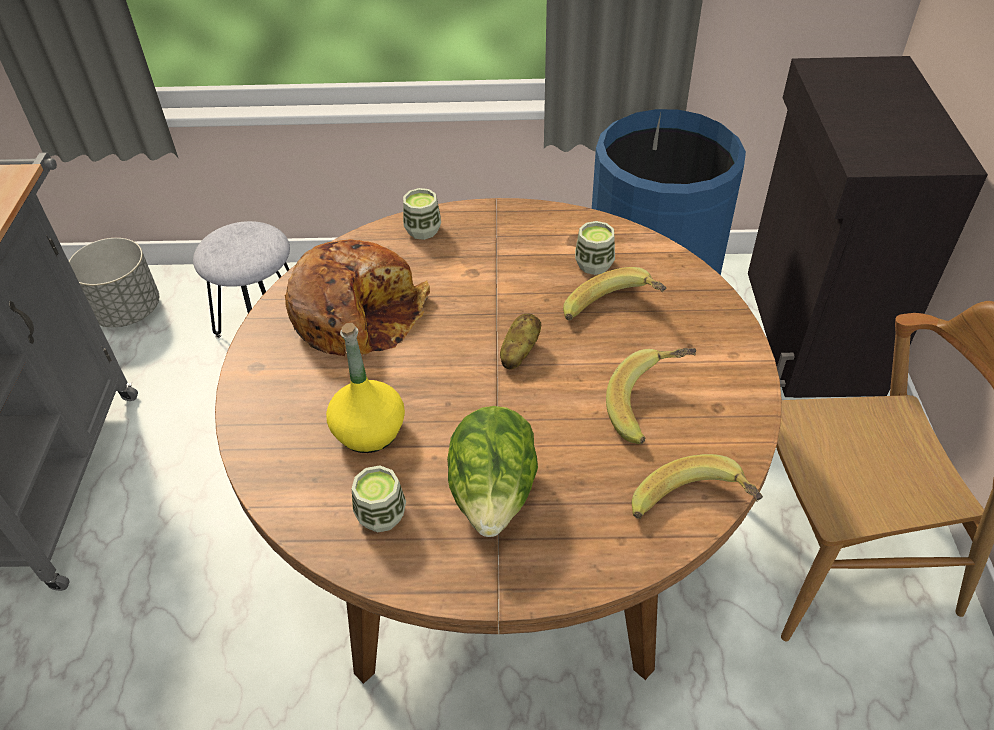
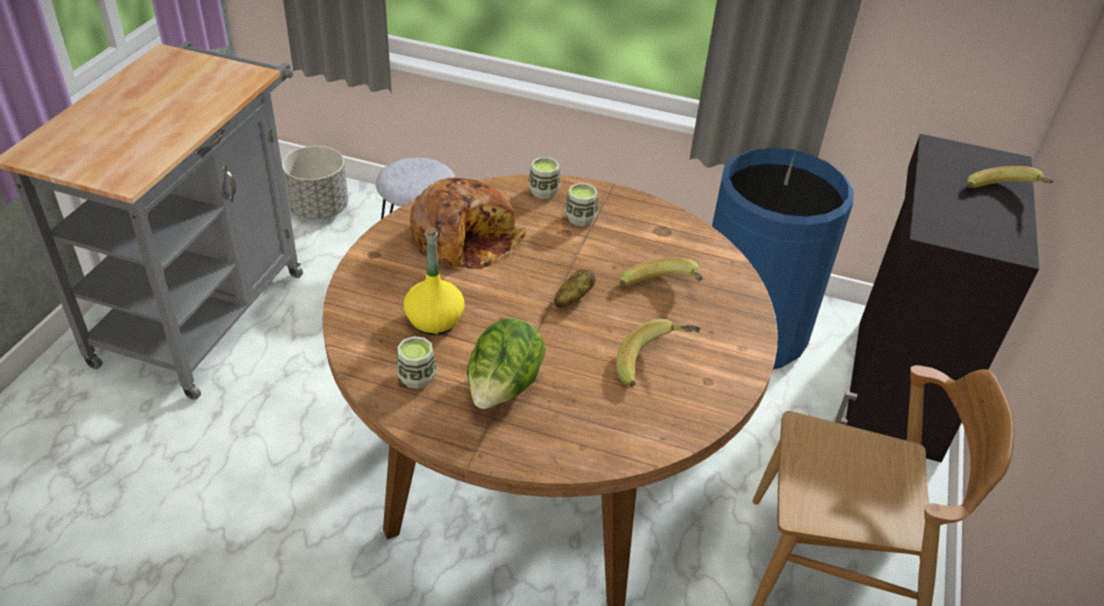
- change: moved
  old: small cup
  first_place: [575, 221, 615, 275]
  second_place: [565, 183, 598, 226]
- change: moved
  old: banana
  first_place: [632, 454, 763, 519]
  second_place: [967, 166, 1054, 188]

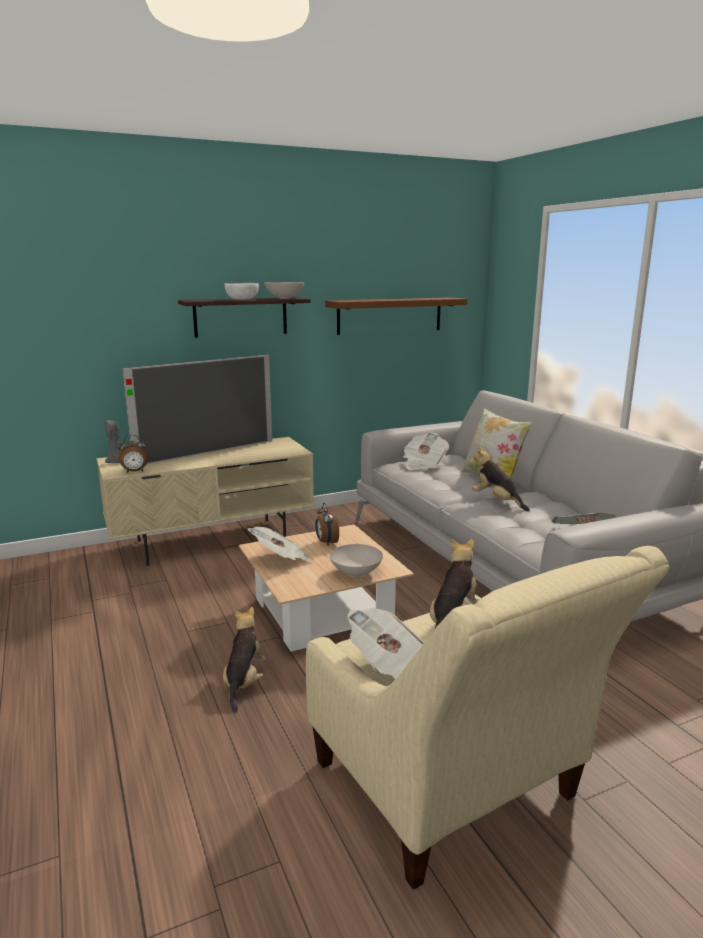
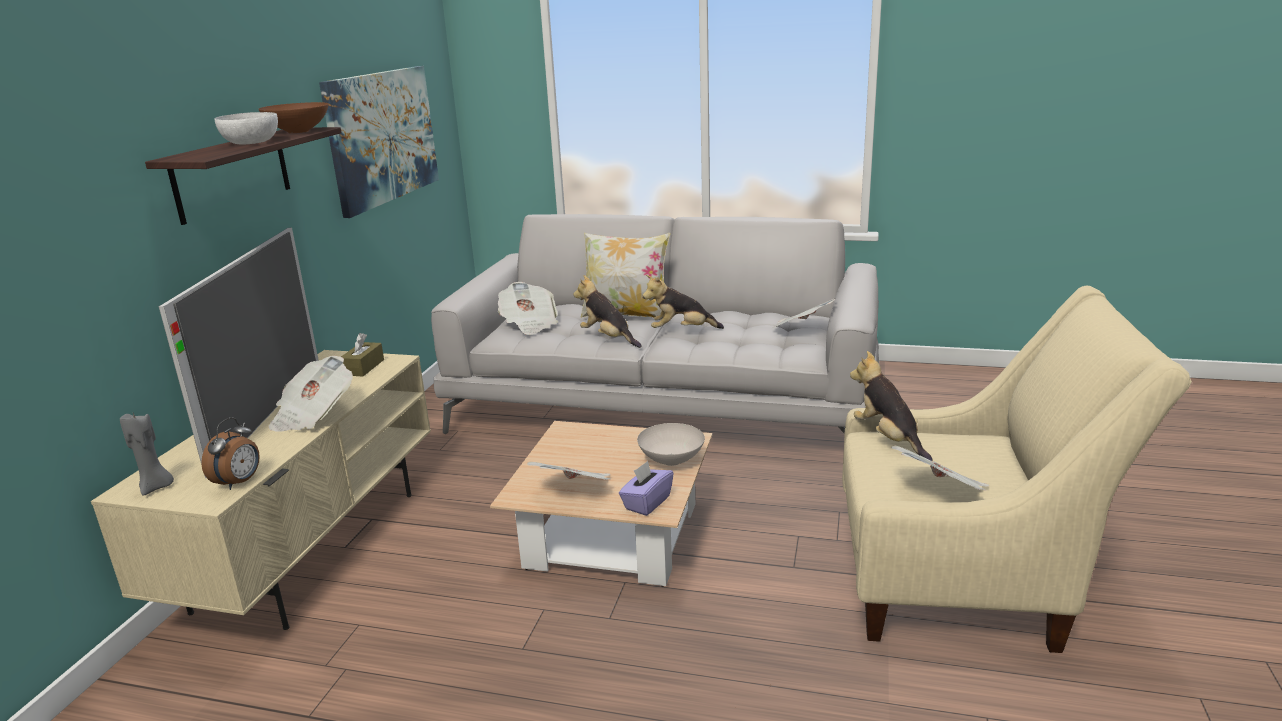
- change: recoloured
  old: deep dish (whitish)
  new: deep dish (brown)
  first_place: [264, 282, 304, 299]
  second_place: [259, 102, 328, 133]
- change: replaced
  old: wall shelf (brown)
  new: picture
  first_place: [325, 297, 467, 335]
  second_place: [319, 66, 439, 218]
- change: removed
  old: bedside clock
  first_place: [315, 503, 339, 546]
- change: moved
  old: plush toy
  first_place: [223, 607, 266, 713]
  second_place: [573, 275, 641, 348]
- change: added
  new: box of tissues (brown)
  second_place: [341, 333, 384, 376]
- change: added
  new: newspaper
  second_place: [268, 356, 353, 432]
- change: added
  new: box of tissues (purple)
  second_place: [619, 461, 674, 516]

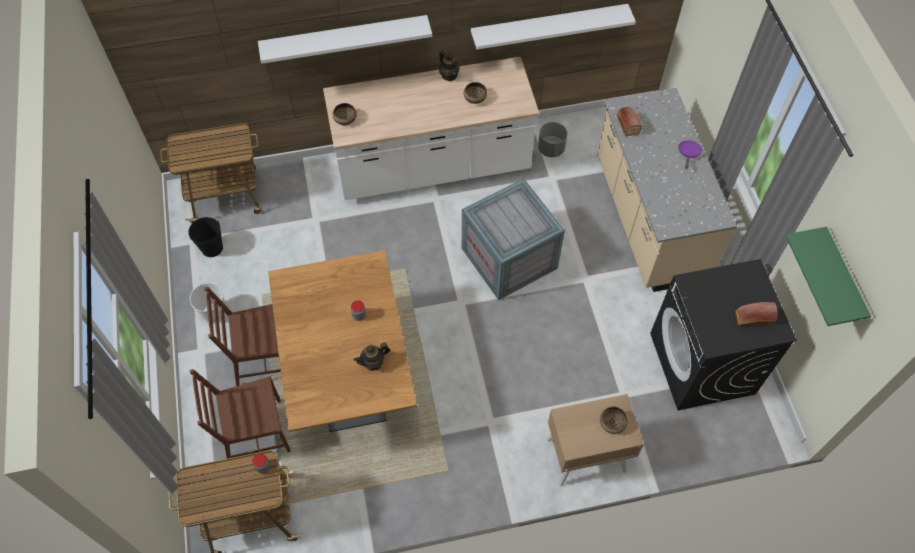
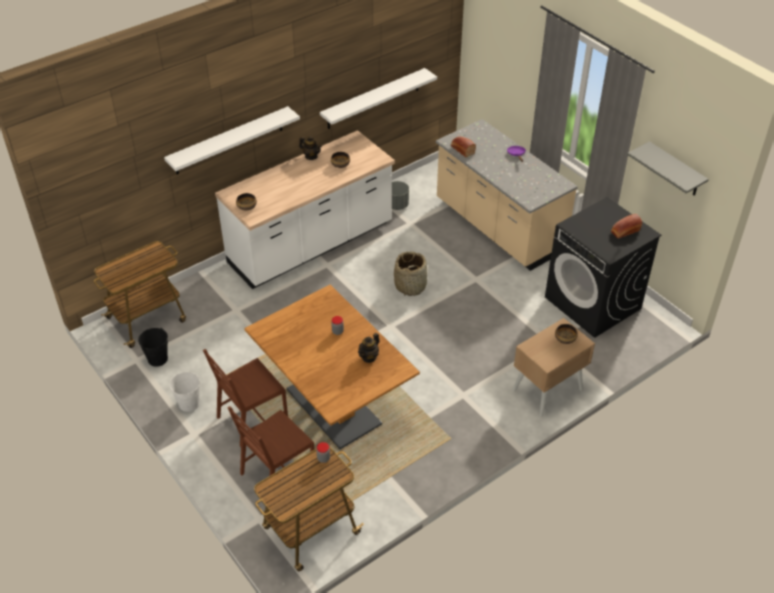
- change: replaced
  old: shipping crate
  new: basket
  first_place: [462, 179, 565, 300]
  second_place: [394, 251, 427, 296]
- change: recoloured
  old: wall shelf (green)
  new: wall shelf (grey)
  first_place: [786, 227, 871, 326]
  second_place: [627, 141, 709, 196]

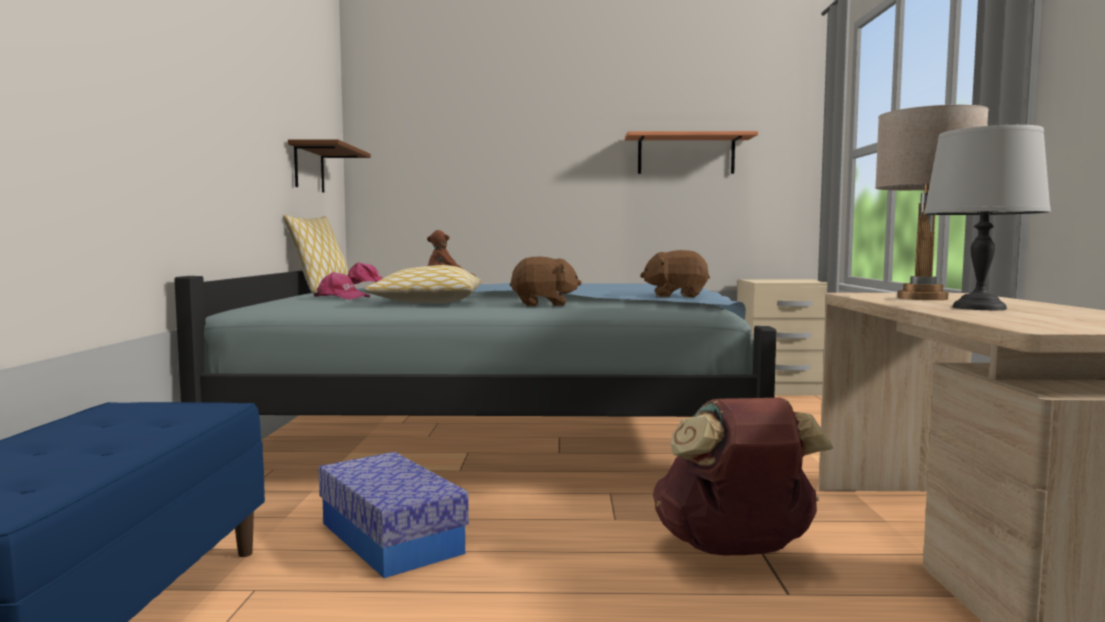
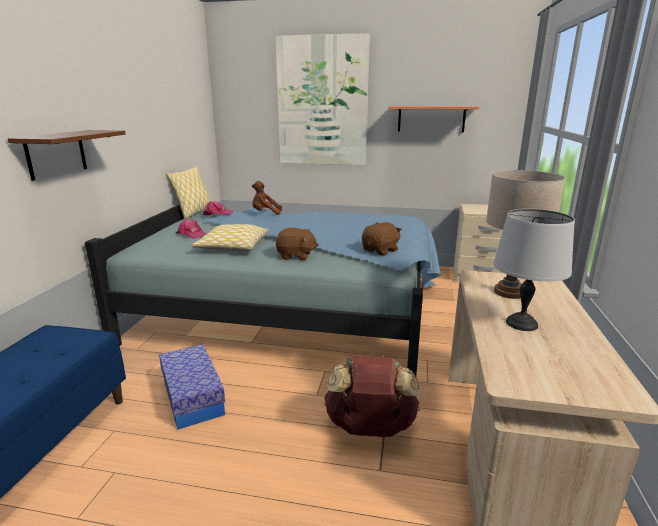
- change: moved
  old: wall shelf (brown)
  first_place: [288, 139, 371, 193]
  second_place: [8, 130, 126, 181]
- change: turned
  old: plush toy (brown)
  first_place: [640, 250, 710, 298]
  second_place: [362, 222, 402, 256]
  degrees: 120
- change: added
  new: picture
  second_place: [275, 33, 370, 165]

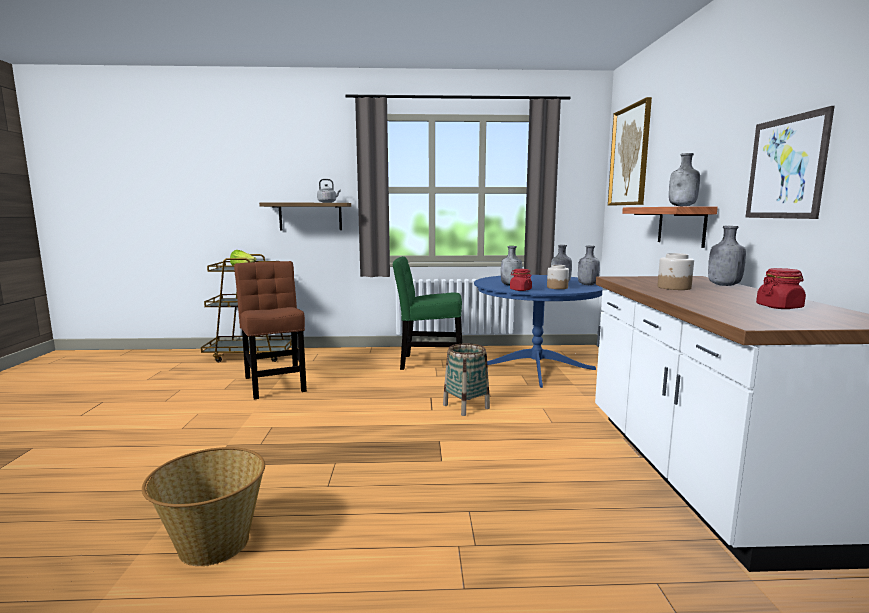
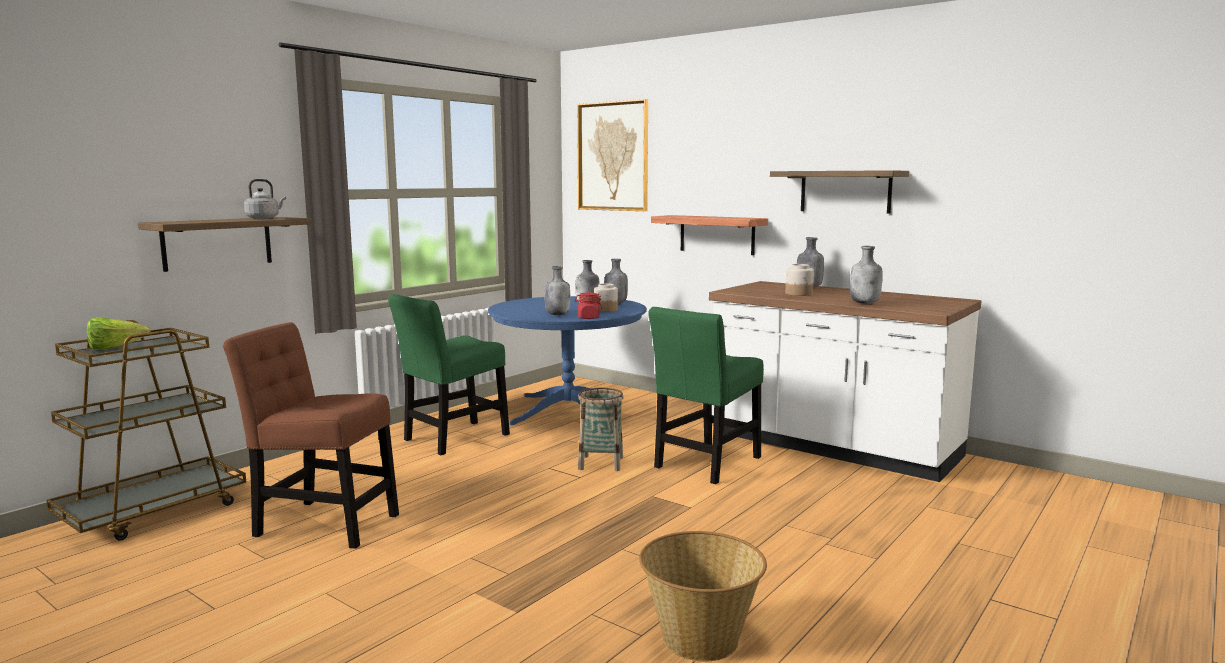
- change: replaced
  old: picture
  new: wall shelf
  first_place: [745, 106, 835, 219]
  second_place: [770, 170, 909, 213]
- change: moved
  old: bottle (grey)
  first_place: [669, 153, 700, 206]
  second_place: [850, 246, 883, 304]
- change: removed
  old: storage jar (red)
  first_place: [756, 268, 806, 309]
- change: added
  new: chair (green)
  second_place: [649, 307, 764, 484]

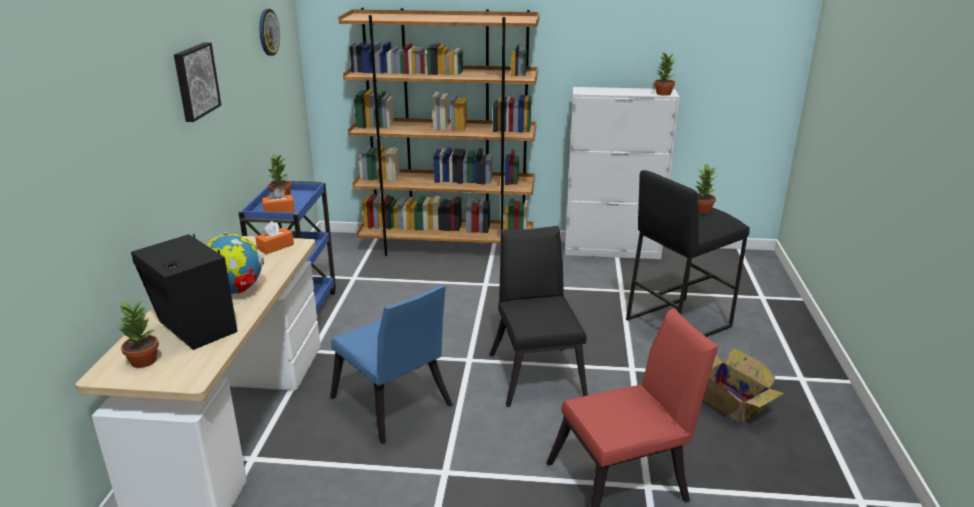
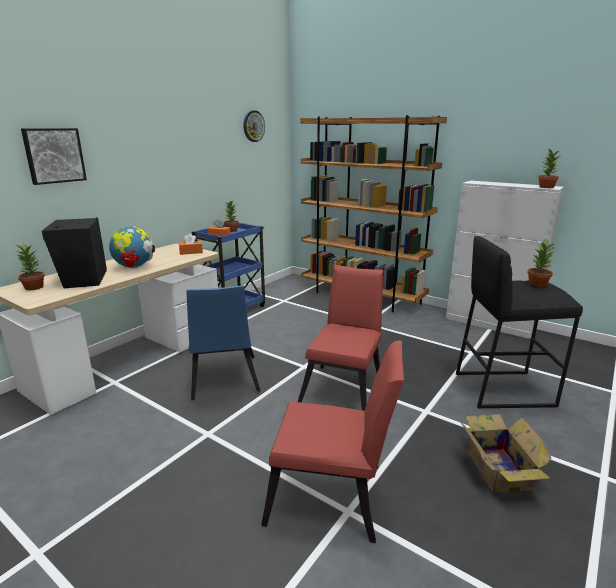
- change: moved
  old: picture
  first_place: [174, 42, 221, 122]
  second_place: [21, 128, 87, 185]
- change: recoloured
  old: chair (black-coloured)
  new: chair (red)
  first_place: [490, 226, 588, 407]
  second_place: [298, 265, 383, 411]

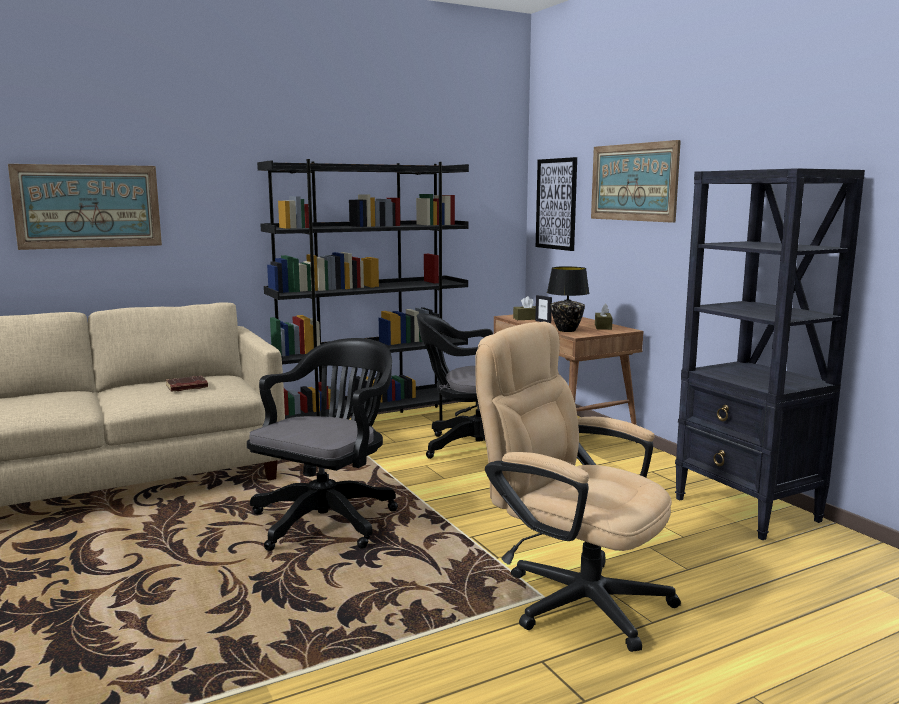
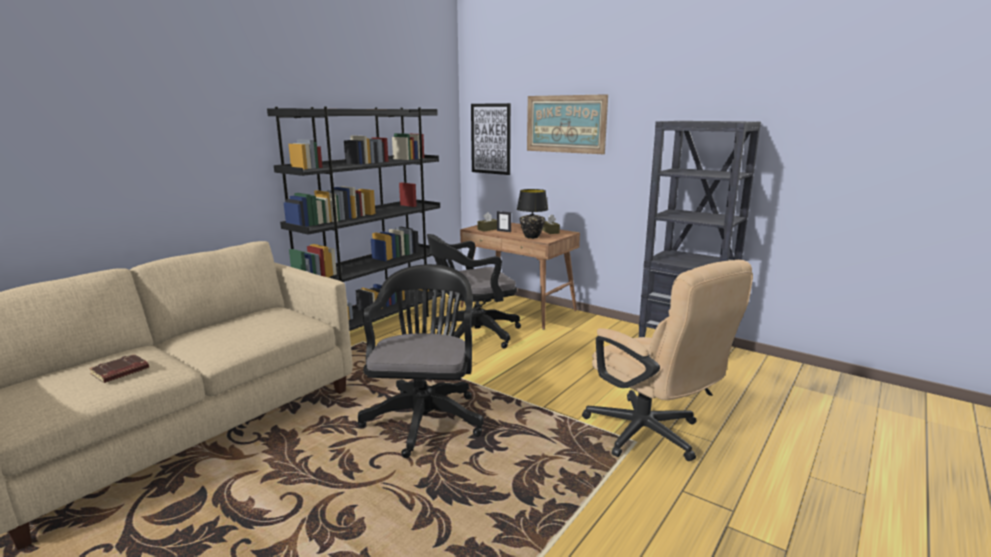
- change: removed
  old: picture
  first_place: [8, 164, 162, 250]
- change: turned
  old: computer chair (beige-coloured)
  first_place: [475, 322, 681, 652]
  second_place: [582, 260, 753, 461]
  degrees: -135
- change: moved
  old: book (brown)
  first_place: [166, 376, 208, 392]
  second_place: [89, 354, 149, 383]

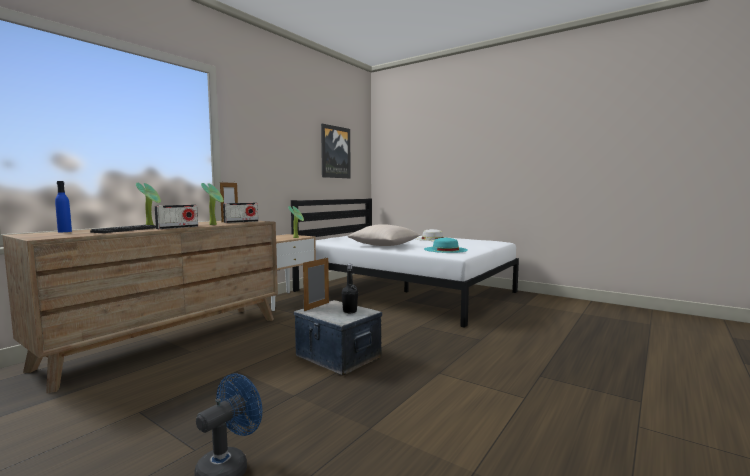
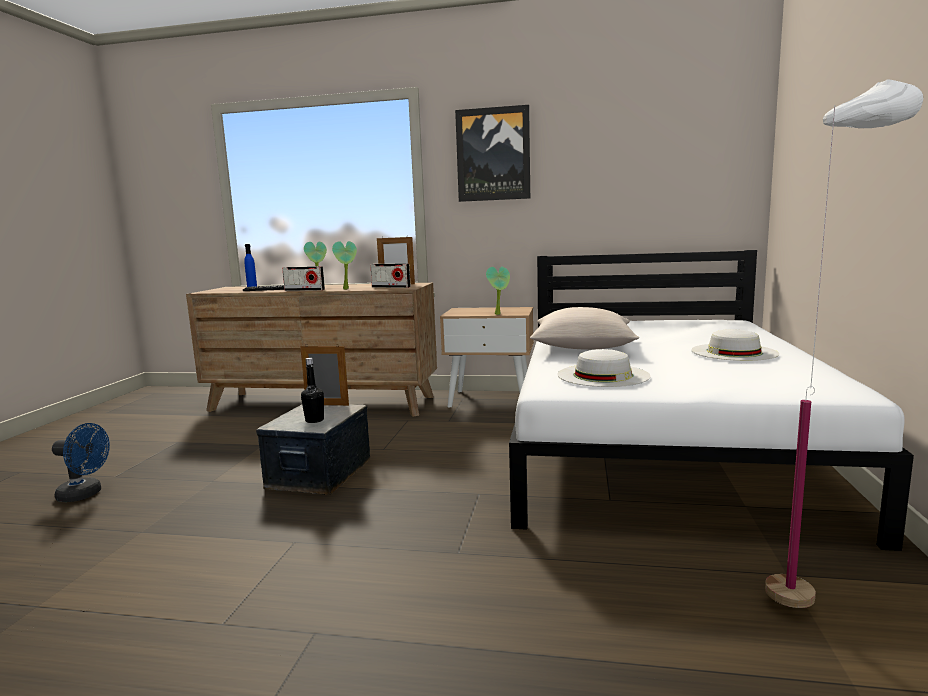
- change: moved
  old: picture
  first_place: [321, 124, 351, 178]
  second_place: [455, 105, 530, 202]
- change: recoloured
  old: clothing hat (blue-green)
  new: clothing hat (whitish)
  first_place: [424, 238, 468, 253]
  second_place: [557, 349, 650, 387]
- change: added
  new: standing lamp (whitish)
  second_place: [765, 79, 923, 608]

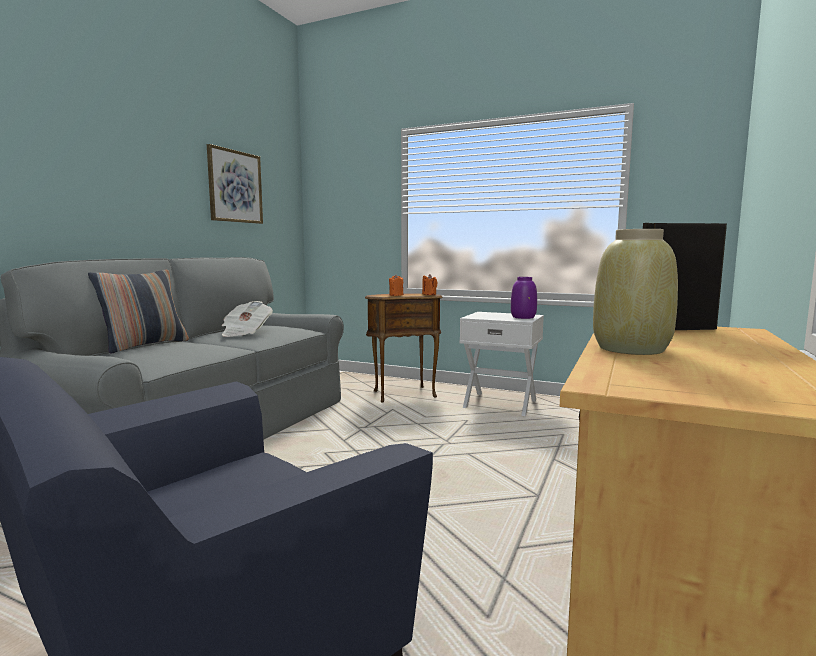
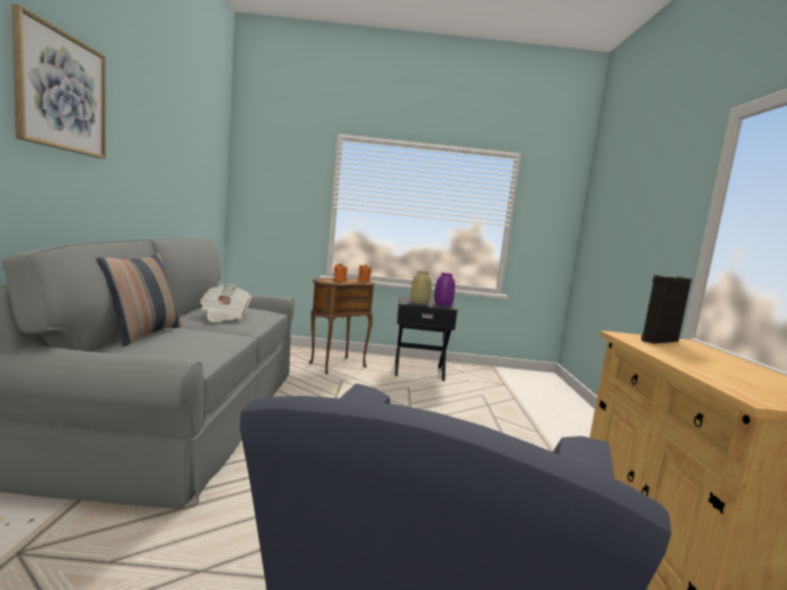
- change: moved
  old: picture
  first_place: [207, 144, 263, 224]
  second_place: [12, 4, 106, 159]
- change: moved
  old: vase (beige-coloured)
  first_place: [593, 229, 678, 355]
  second_place: [410, 271, 432, 304]
- change: recoloured
  old: night table (whitish)
  new: night table (black-coloured)
  first_place: [460, 312, 544, 416]
  second_place: [395, 296, 457, 381]

